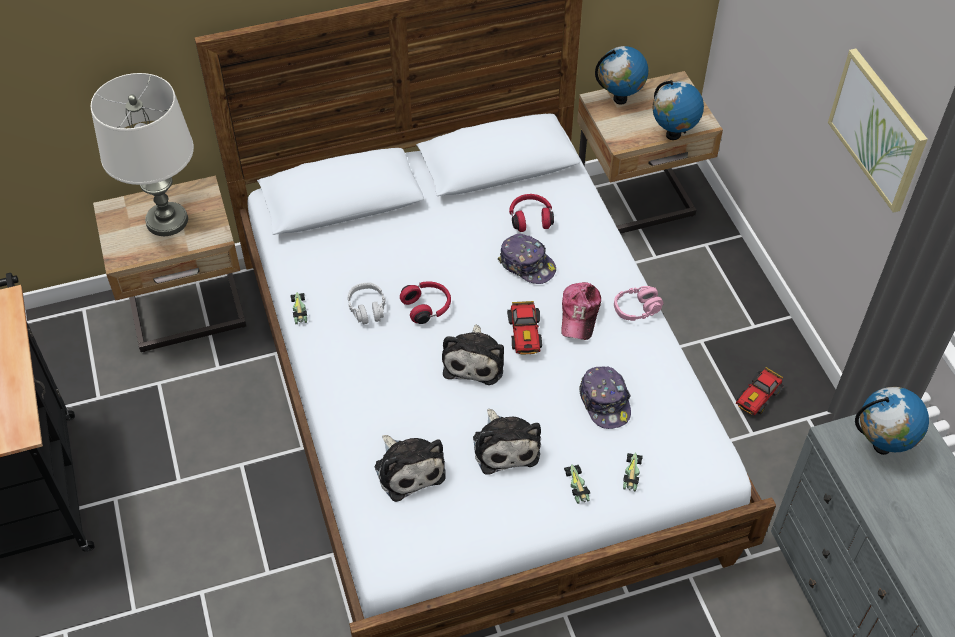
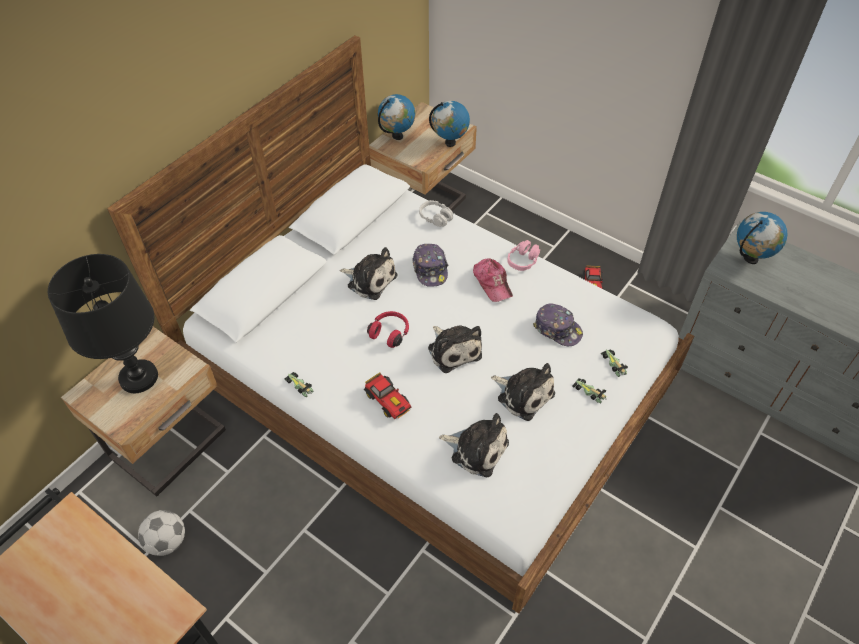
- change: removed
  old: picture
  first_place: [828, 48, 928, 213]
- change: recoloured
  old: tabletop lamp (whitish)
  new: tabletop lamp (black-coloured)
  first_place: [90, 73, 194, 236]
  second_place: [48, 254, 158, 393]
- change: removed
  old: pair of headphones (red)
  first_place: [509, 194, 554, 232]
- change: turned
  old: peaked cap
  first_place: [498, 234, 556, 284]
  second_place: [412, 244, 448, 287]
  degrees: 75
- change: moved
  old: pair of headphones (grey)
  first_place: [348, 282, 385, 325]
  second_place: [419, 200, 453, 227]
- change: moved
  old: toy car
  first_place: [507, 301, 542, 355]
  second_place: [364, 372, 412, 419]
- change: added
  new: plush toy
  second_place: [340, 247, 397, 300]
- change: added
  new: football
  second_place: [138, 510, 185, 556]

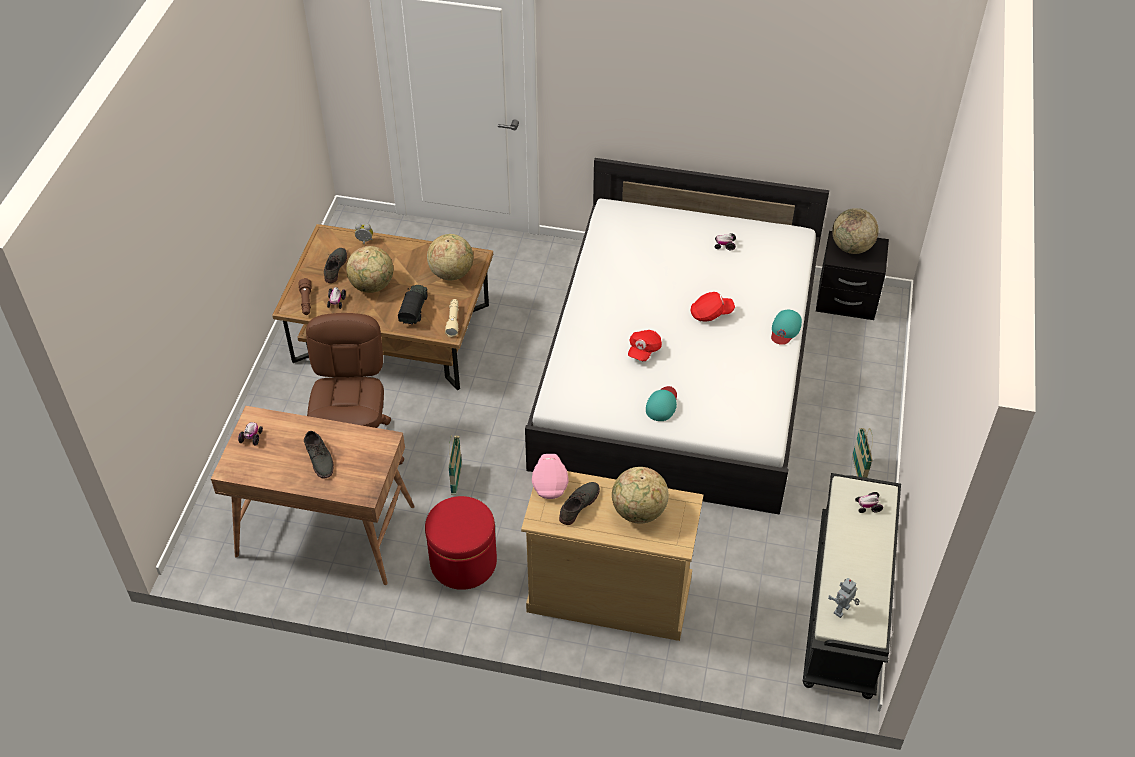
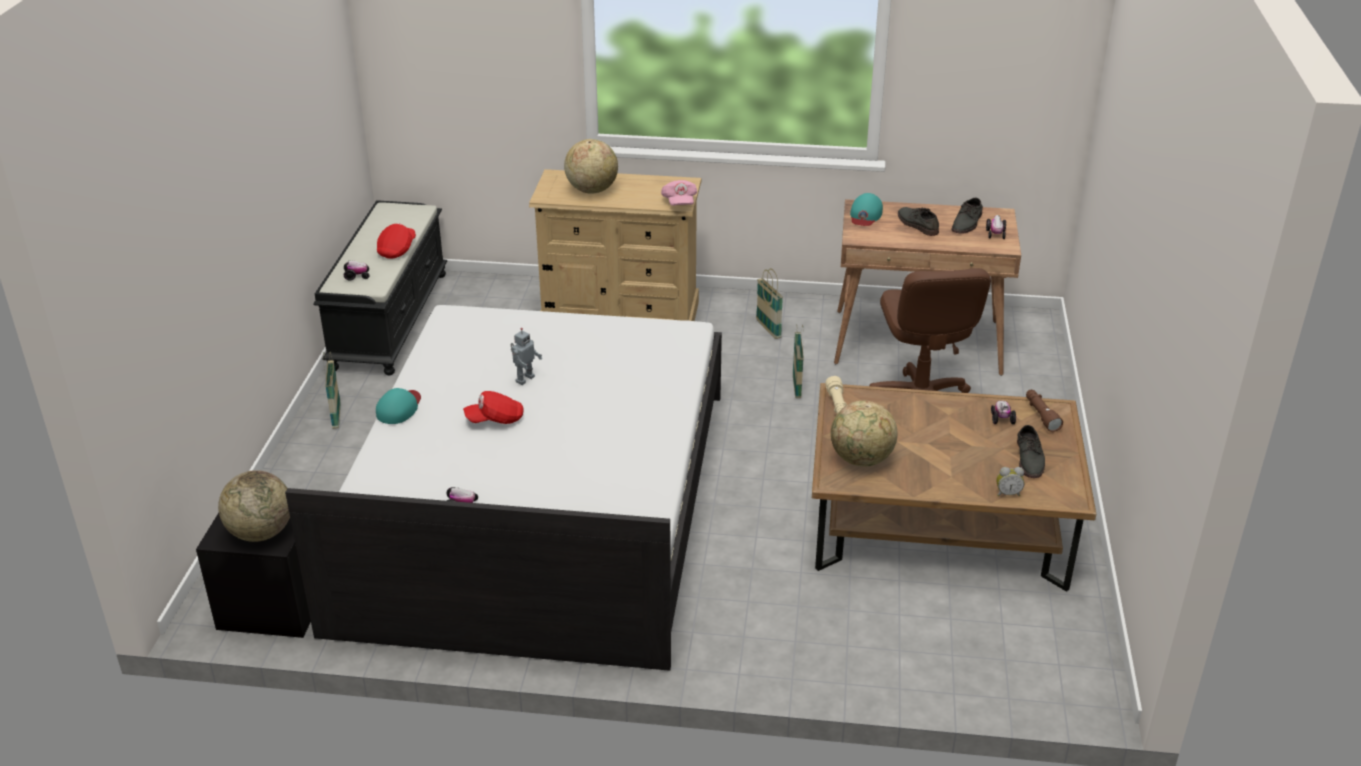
- change: removed
  old: world globe
  first_place: [346, 246, 393, 293]
- change: removed
  old: model truck
  first_place: [398, 285, 428, 324]
- change: moved
  old: peaked cap (red)
  first_place: [628, 330, 662, 361]
  second_place: [377, 223, 416, 259]
- change: moved
  old: peaked cap (blue-green)
  first_place: [646, 386, 677, 421]
  second_place: [850, 193, 883, 226]
- change: moved
  old: low shoe (grey)
  first_place: [559, 482, 600, 525]
  second_place: [951, 198, 983, 234]
- change: replaced
  old: ottoman (red)
  new: basket
  first_place: [425, 496, 497, 590]
  second_place: [756, 268, 783, 339]
- change: moved
  old: robot figure
  first_place: [828, 578, 860, 618]
  second_place: [511, 328, 542, 385]

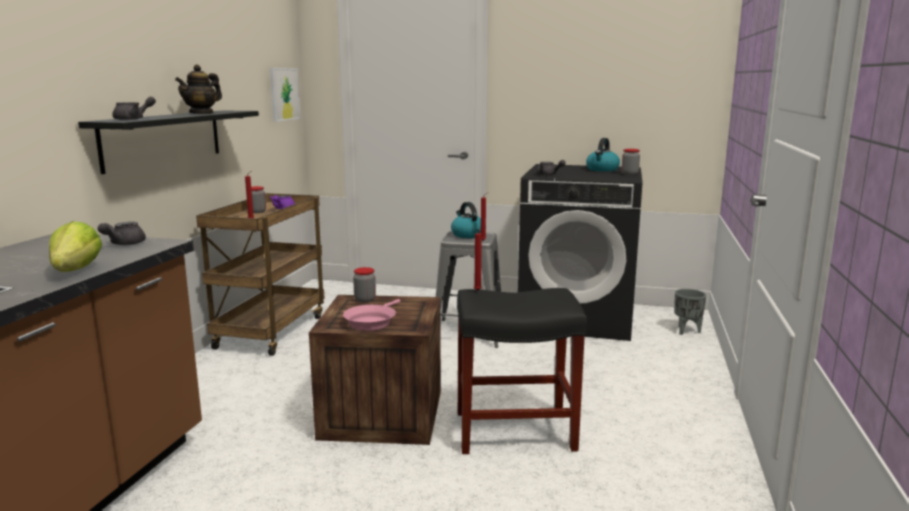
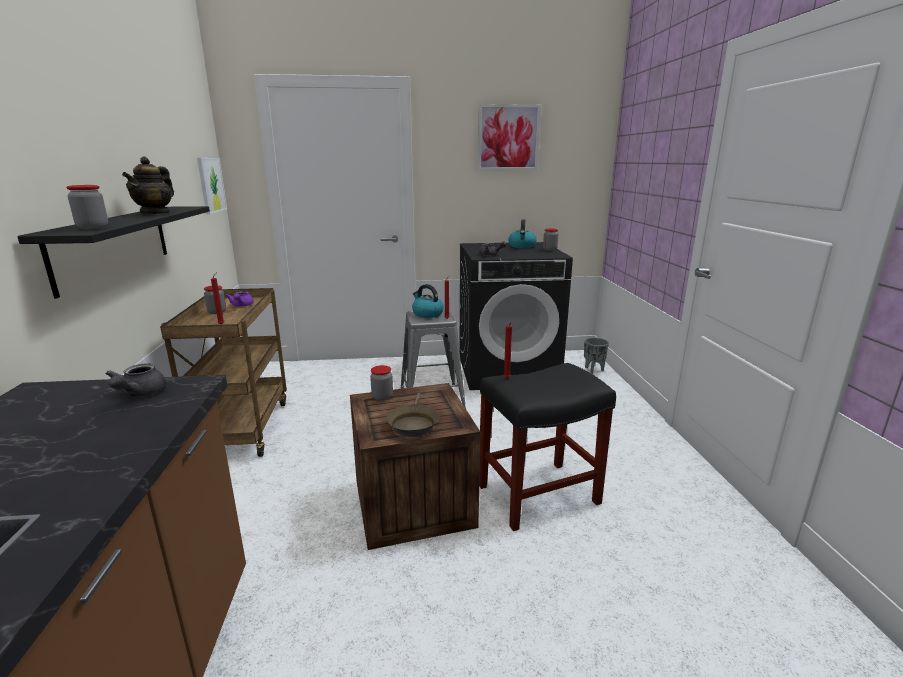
- change: replaced
  old: pot for tea (grey)
  new: storage jar
  first_place: [112, 96, 156, 120]
  second_place: [67, 185, 108, 229]
- change: removed
  old: lettuce head
  first_place: [49, 221, 102, 272]
- change: recoloured
  old: frying pan (pink)
  new: frying pan (brown)
  first_place: [343, 299, 400, 331]
  second_place: [386, 393, 439, 437]
- change: added
  new: picture
  second_place: [478, 104, 541, 170]

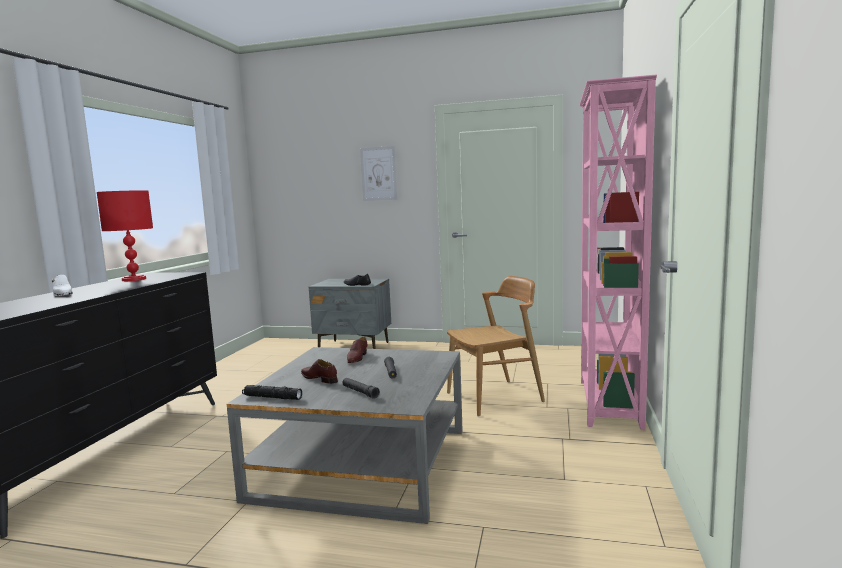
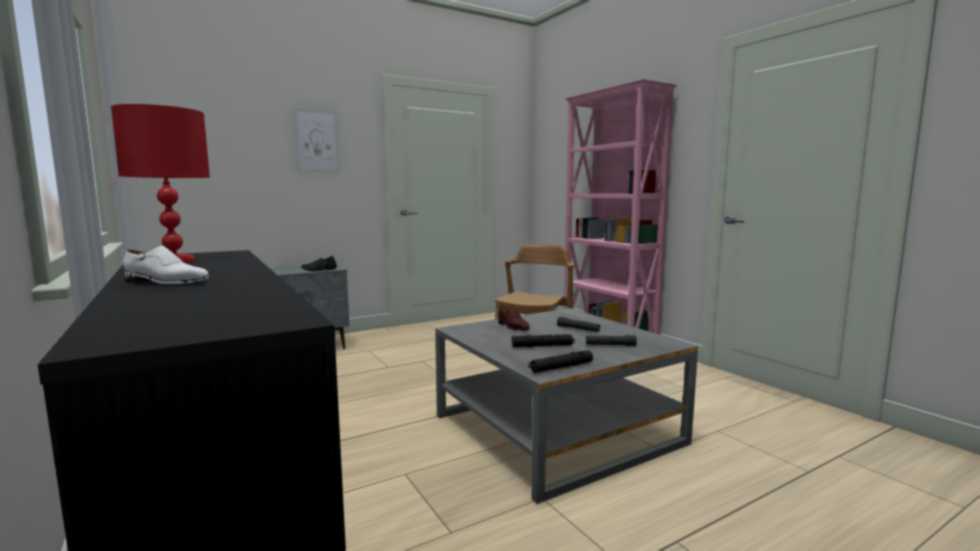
- change: replaced
  old: low shoe (brown)
  new: flashlight (black-coloured)
  first_place: [301, 359, 338, 384]
  second_place: [512, 334, 575, 347]

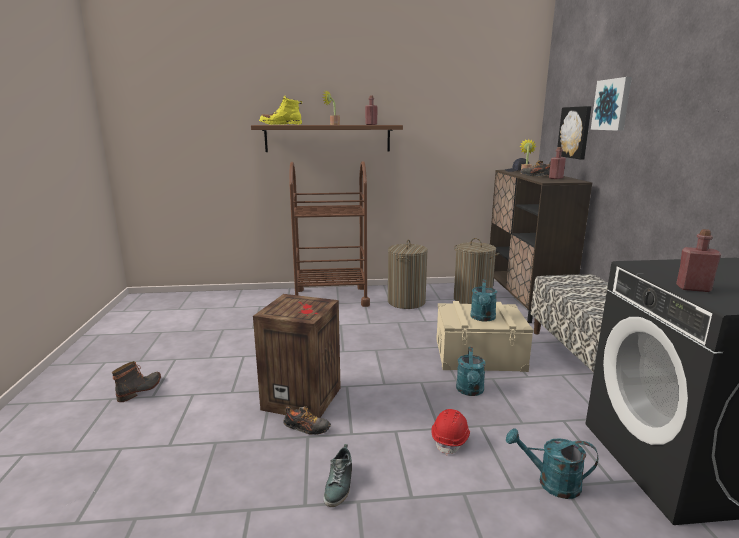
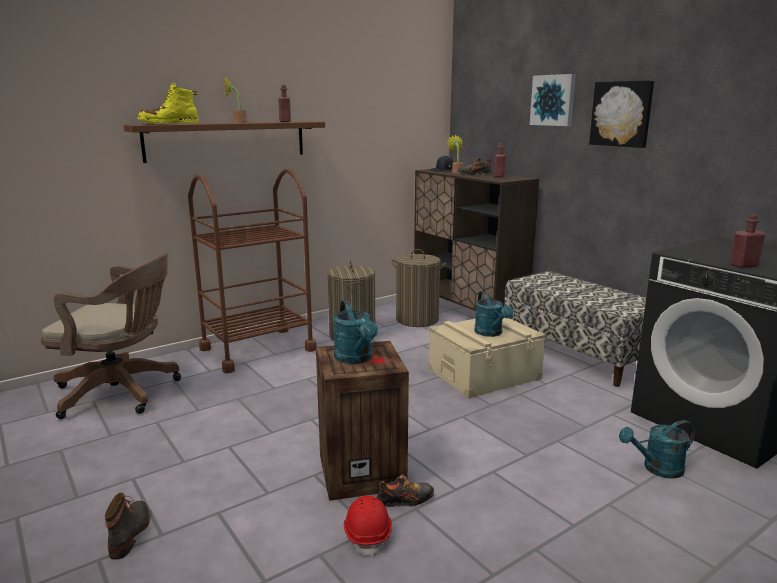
- change: moved
  old: picture
  first_place: [557, 106, 592, 159]
  second_place: [589, 80, 654, 148]
- change: moved
  old: watering can (blue-green)
  first_place: [456, 347, 486, 396]
  second_place: [333, 300, 378, 364]
- change: moved
  old: safety helmet (red)
  first_place: [431, 409, 470, 456]
  second_place: [344, 496, 392, 557]
- change: removed
  old: low shoe
  first_place: [323, 444, 352, 507]
- change: added
  new: computer chair (brown)
  second_place: [41, 253, 181, 419]

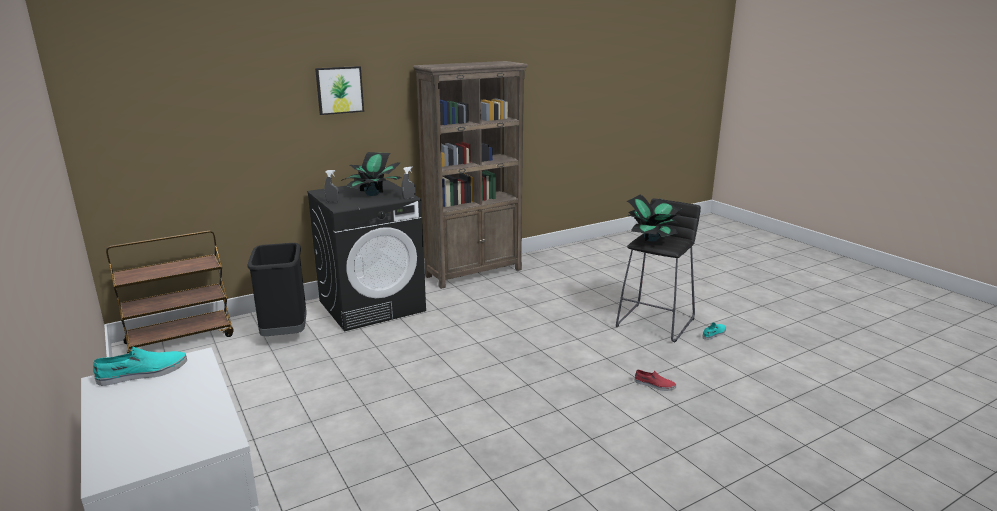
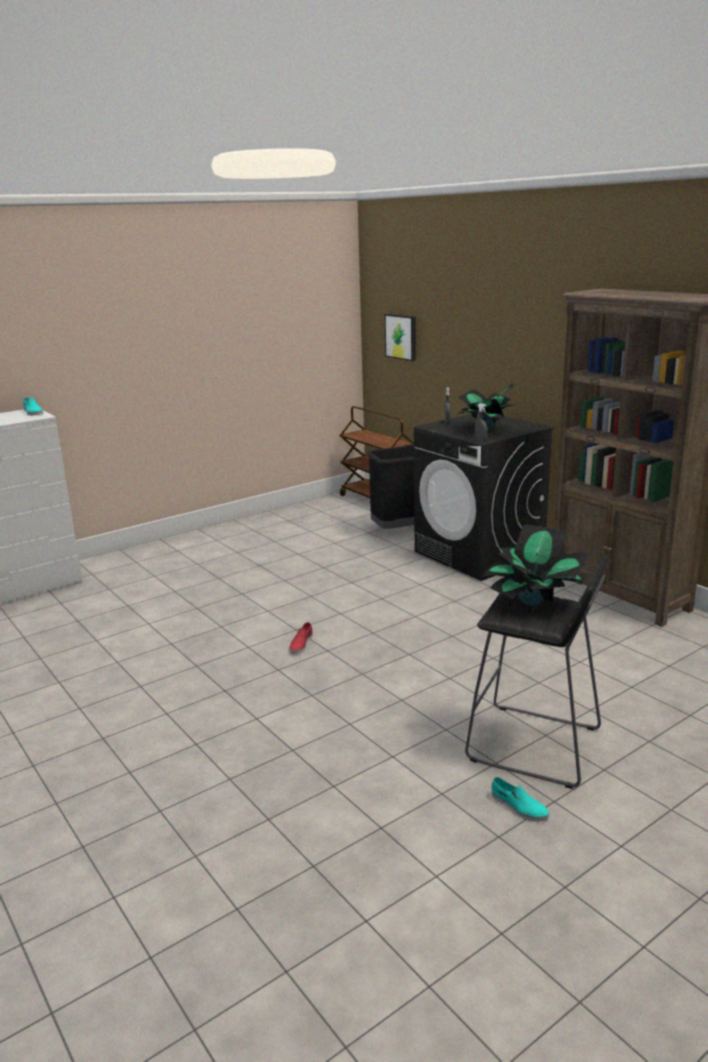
- change: moved
  old: picture
  first_place: [315, 66, 364, 115]
  second_place: [384, 314, 416, 361]
- change: moved
  old: low shoe (red)
  first_place: [635, 370, 676, 391]
  second_place: [289, 622, 313, 654]

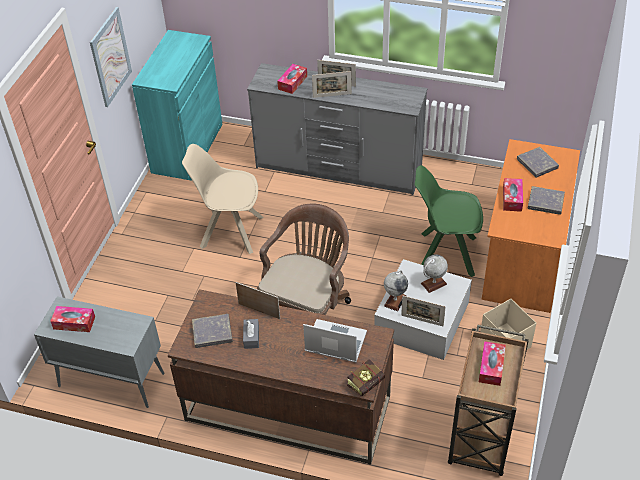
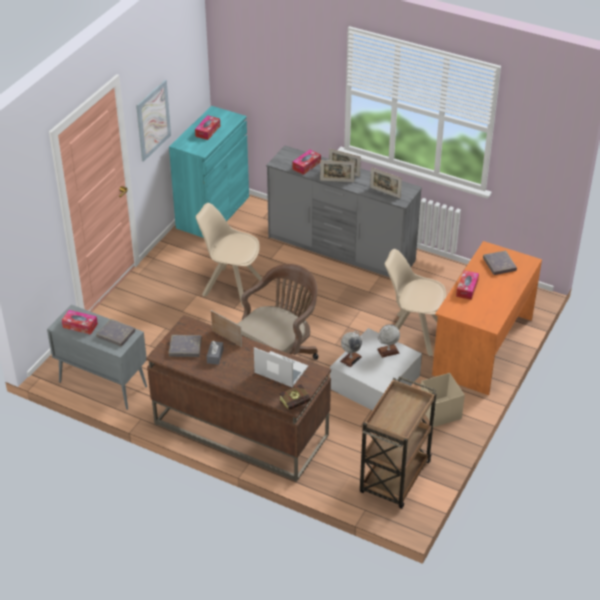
- change: recoloured
  old: chair (green)
  new: chair (beige-coloured)
  first_place: [415, 165, 483, 277]
  second_place: [385, 249, 446, 356]
- change: moved
  old: book (grey)
  first_place: [528, 186, 565, 215]
  second_place: [96, 319, 136, 346]
- change: moved
  old: picture frame
  first_place: [401, 296, 446, 326]
  second_place: [370, 167, 402, 198]
- change: moved
  old: box of tissues
  first_place: [479, 341, 506, 386]
  second_place: [195, 115, 220, 140]

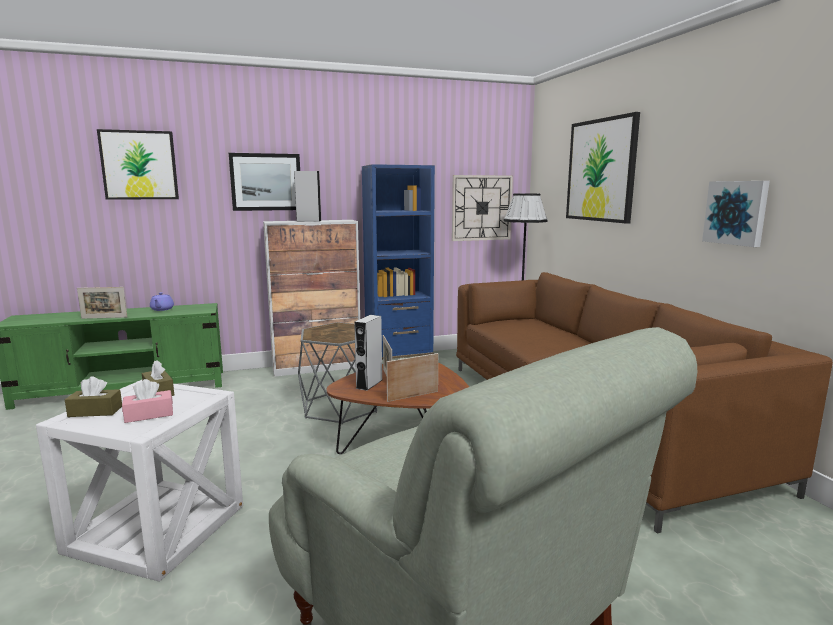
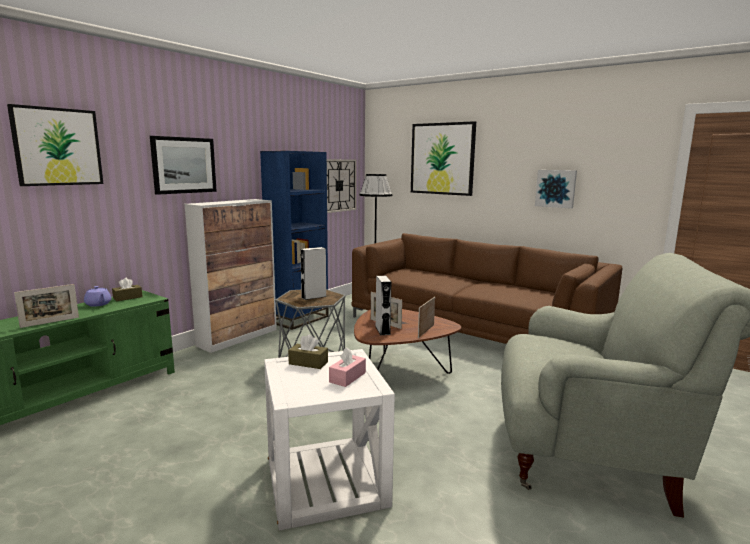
- change: moved
  old: speaker (grey)
  first_place: [294, 171, 321, 222]
  second_place: [300, 247, 327, 300]
- change: moved
  old: box of tissues (brown)
  first_place: [65, 376, 122, 417]
  second_place: [112, 278, 143, 301]

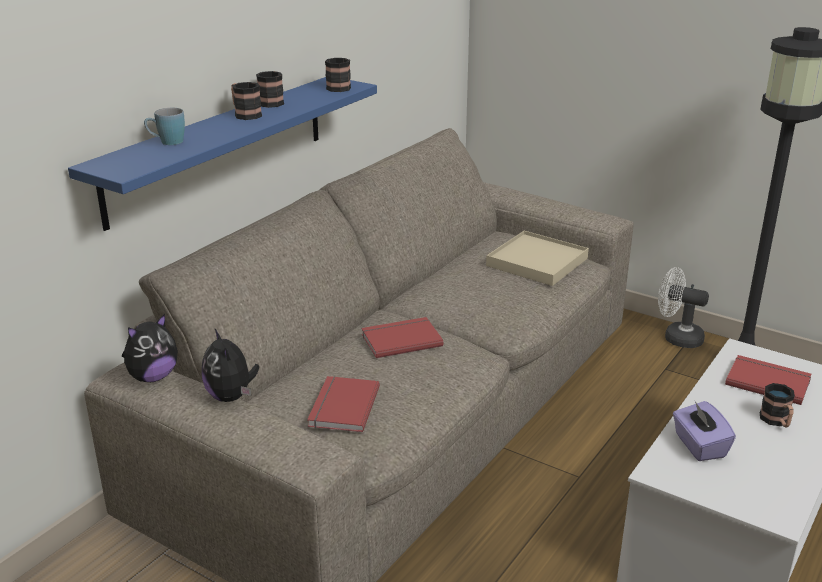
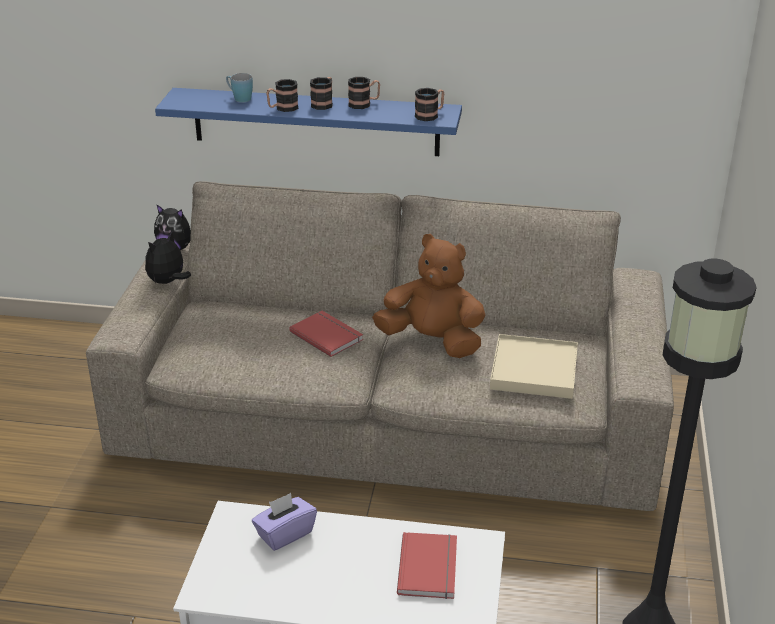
- change: removed
  old: electric fan (whitish)
  first_place: [658, 267, 709, 348]
- change: removed
  old: book (red)
  first_place: [307, 376, 380, 432]
- change: moved
  old: tea mug
  first_place: [760, 383, 795, 427]
  second_place: [266, 79, 299, 112]
- change: added
  new: plush toy (brown)
  second_place: [372, 234, 486, 358]

